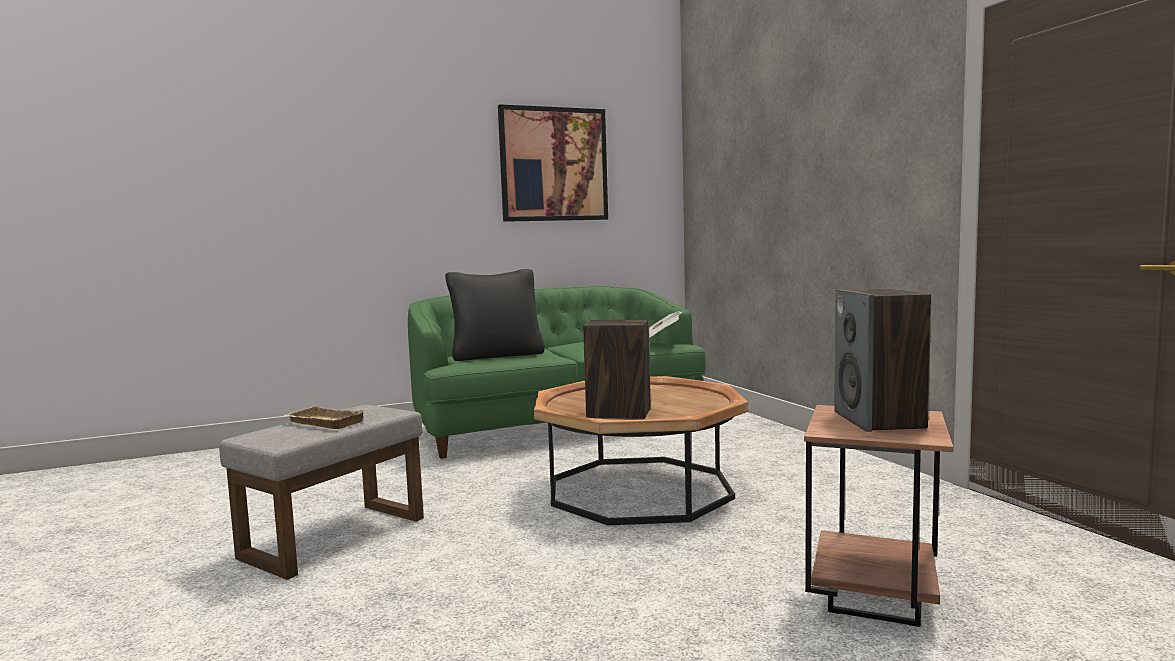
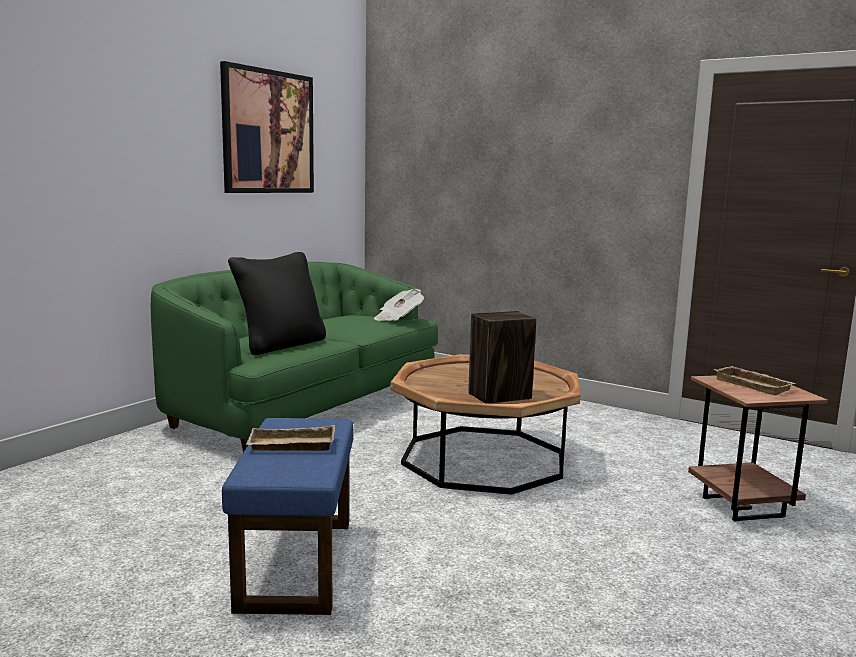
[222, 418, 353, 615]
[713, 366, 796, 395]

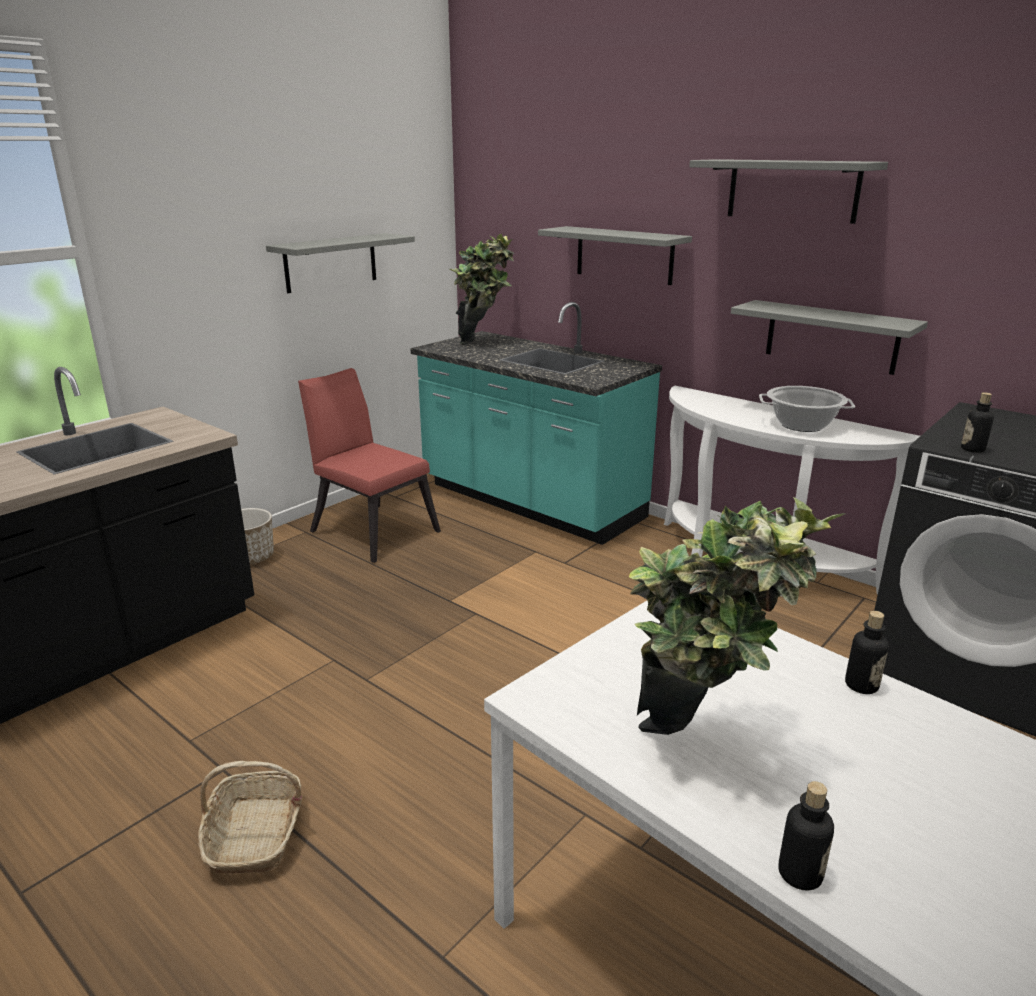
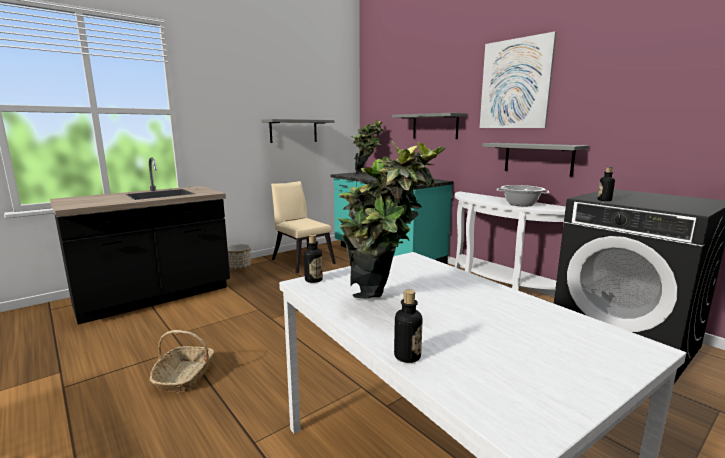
[271, 181, 336, 273]
[480, 31, 556, 128]
[304, 235, 323, 283]

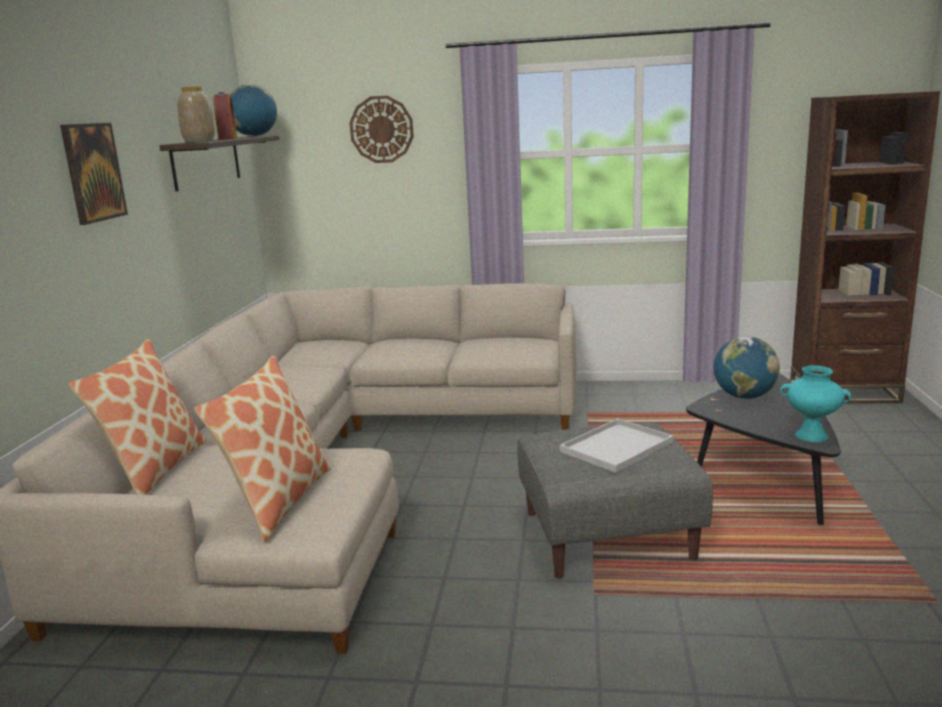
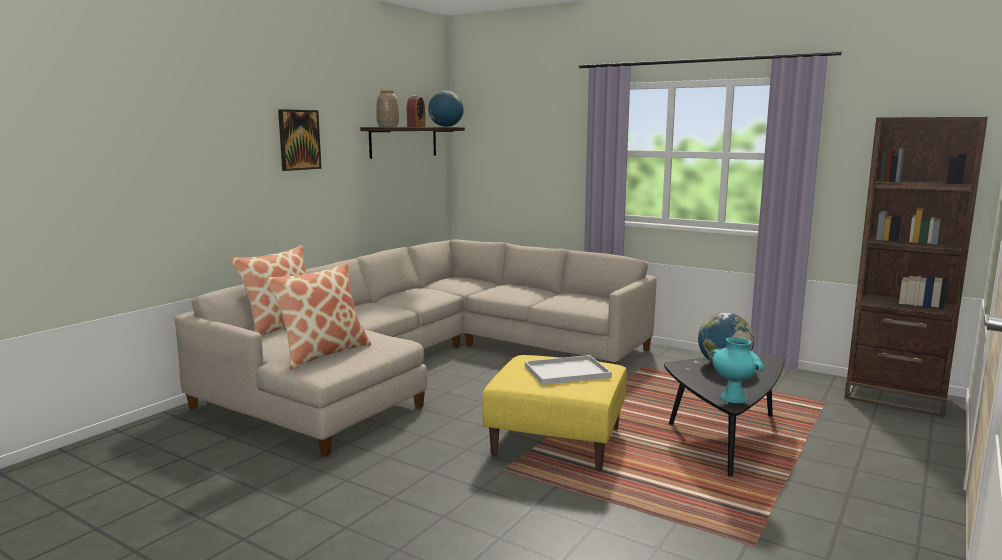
[349, 96, 414, 163] (first image)
[482, 355, 627, 471]

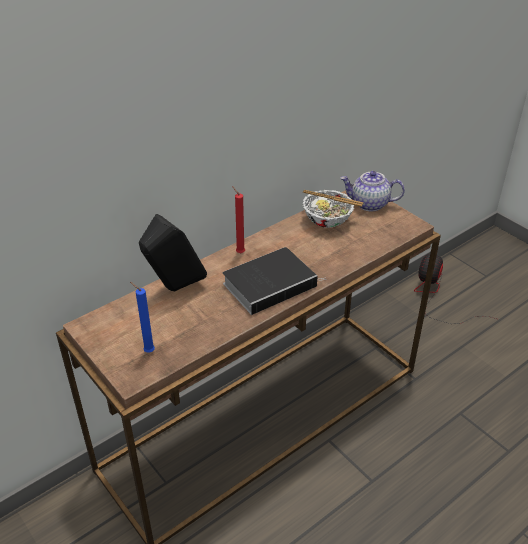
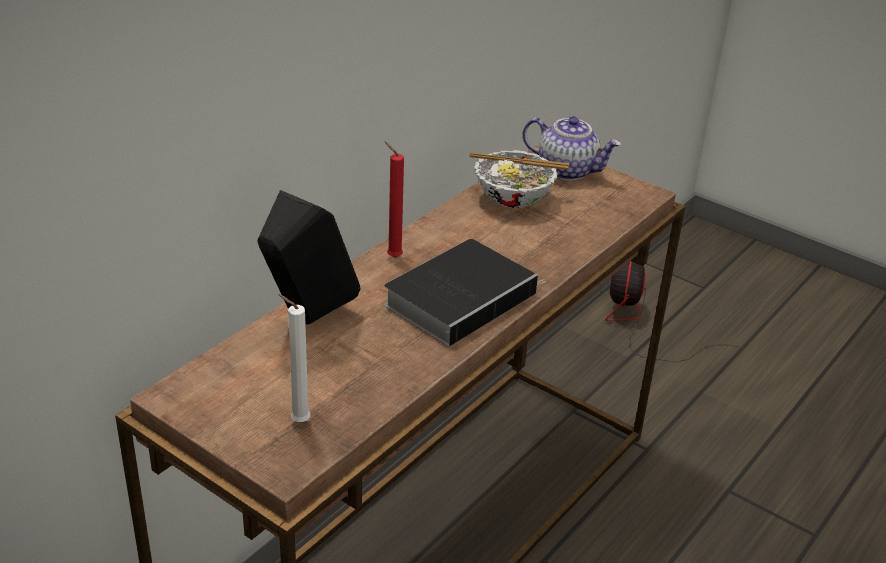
[278, 294, 310, 422]
[523, 116, 621, 181]

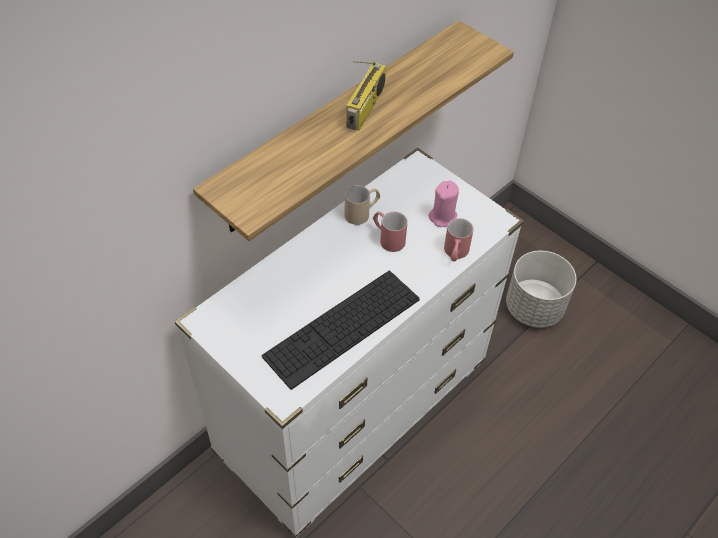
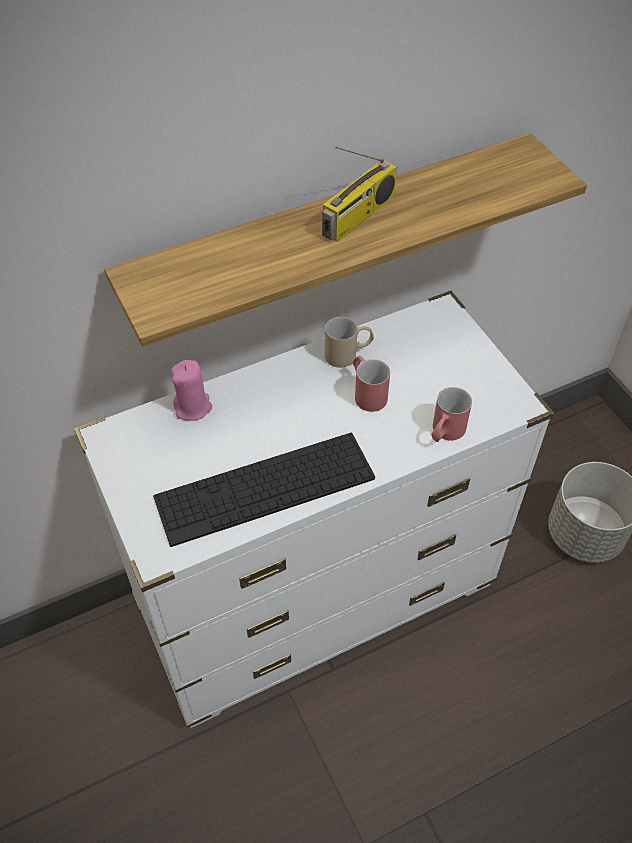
[171, 360, 212, 421]

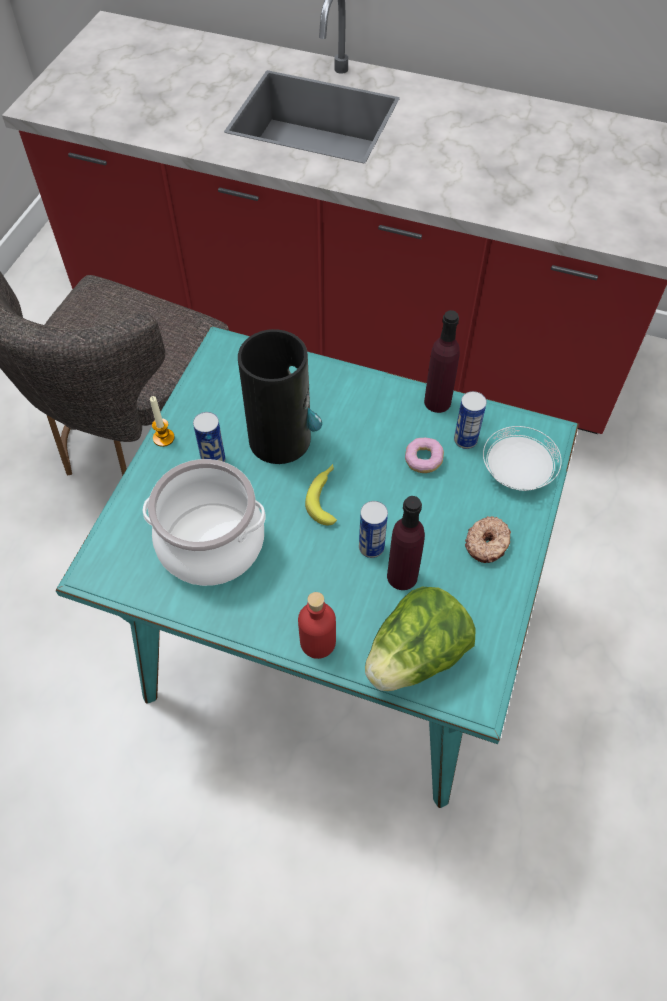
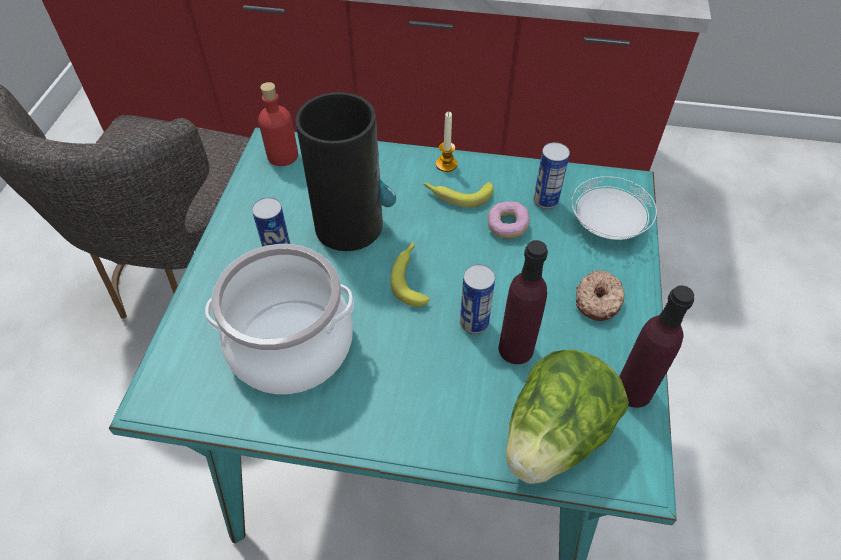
[436, 112, 458, 172]
[258, 82, 298, 166]
[619, 285, 694, 408]
[423, 182, 494, 208]

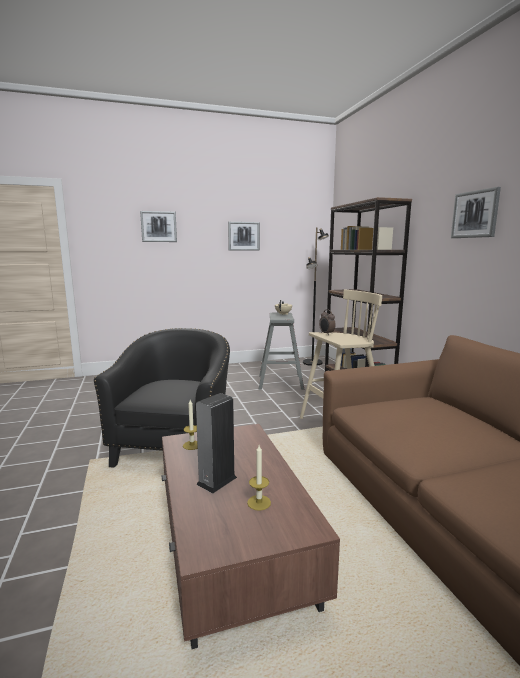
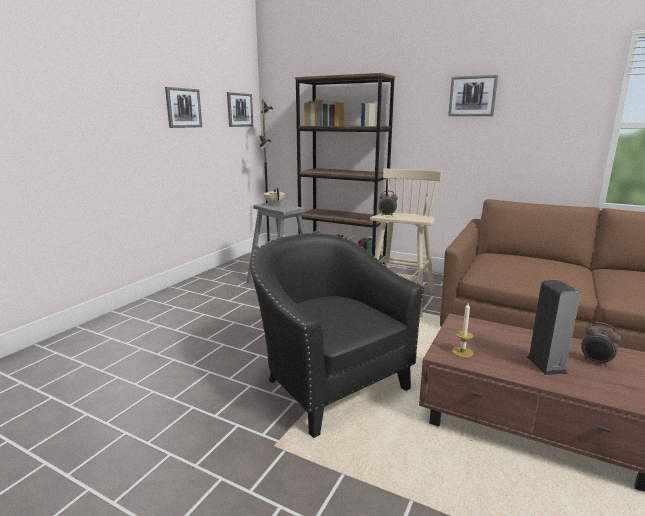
[227, 92, 253, 127]
[581, 322, 621, 367]

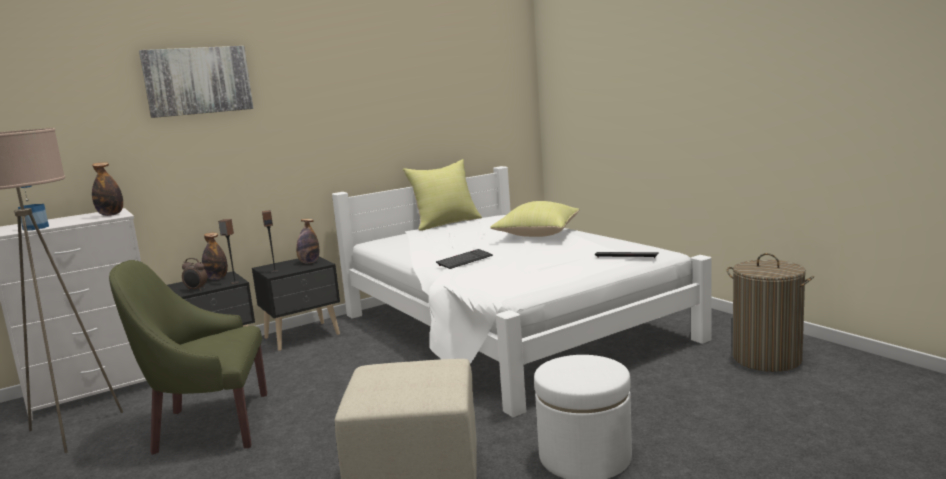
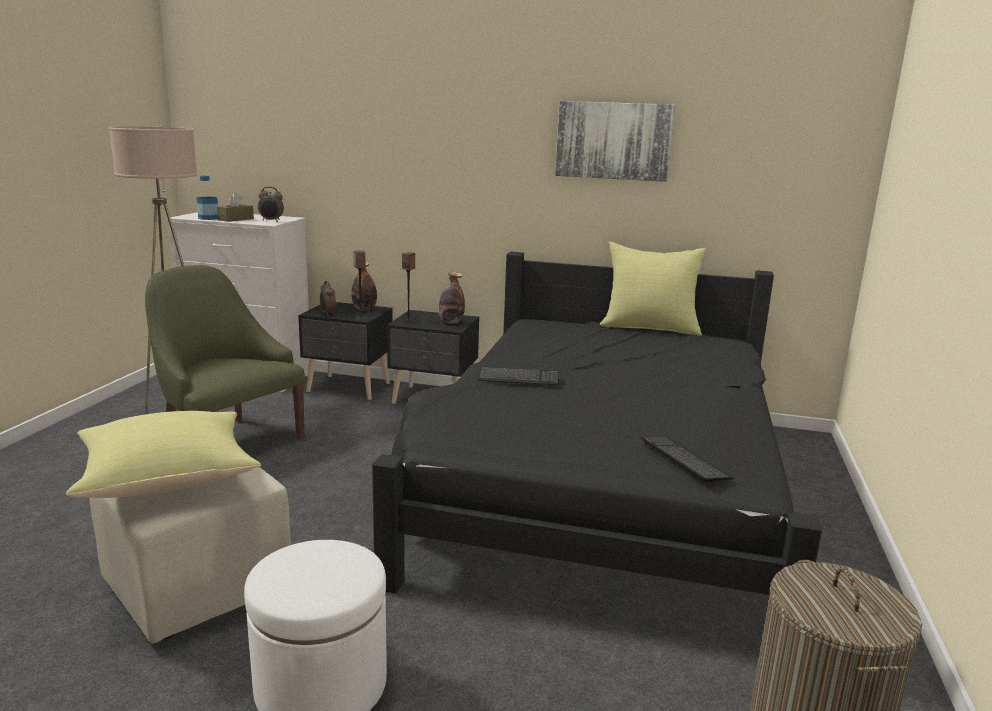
[258, 187, 284, 222]
[555, 101, 675, 182]
[372, 251, 822, 595]
[66, 411, 261, 498]
[217, 193, 254, 222]

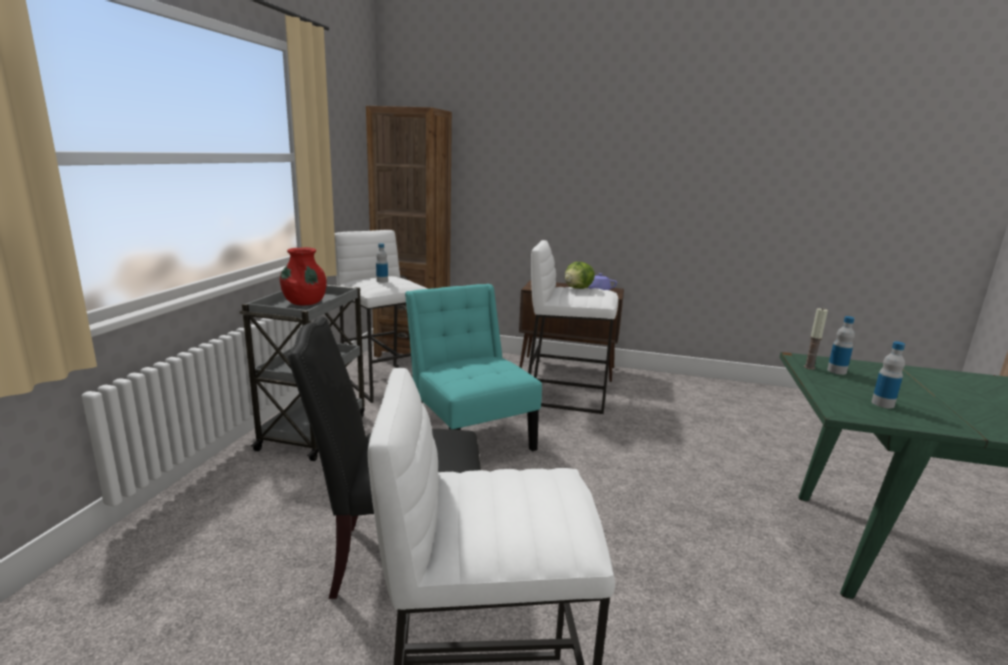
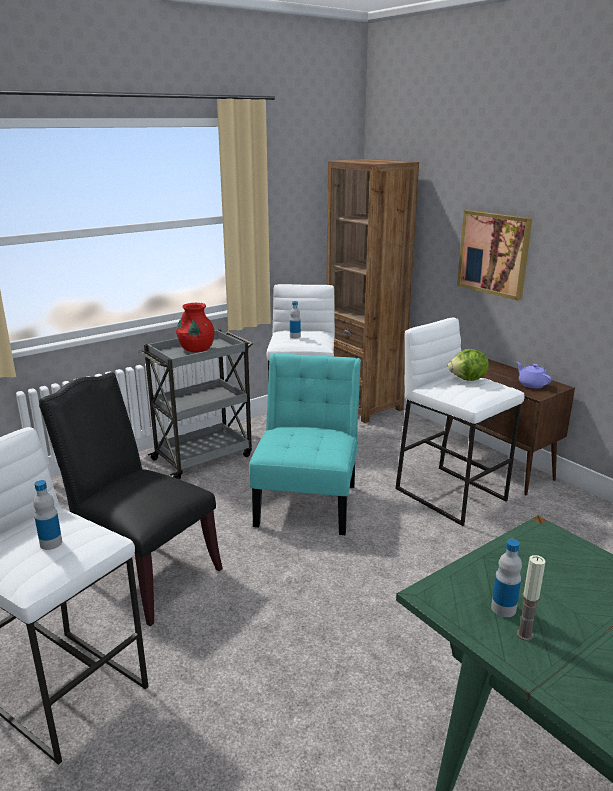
[517, 555, 545, 641]
[33, 480, 62, 550]
[457, 210, 532, 301]

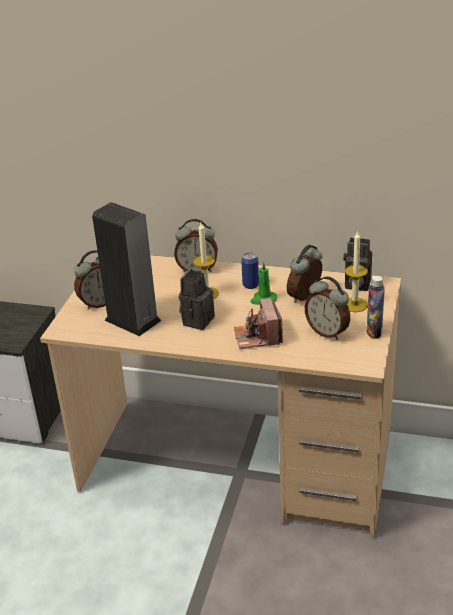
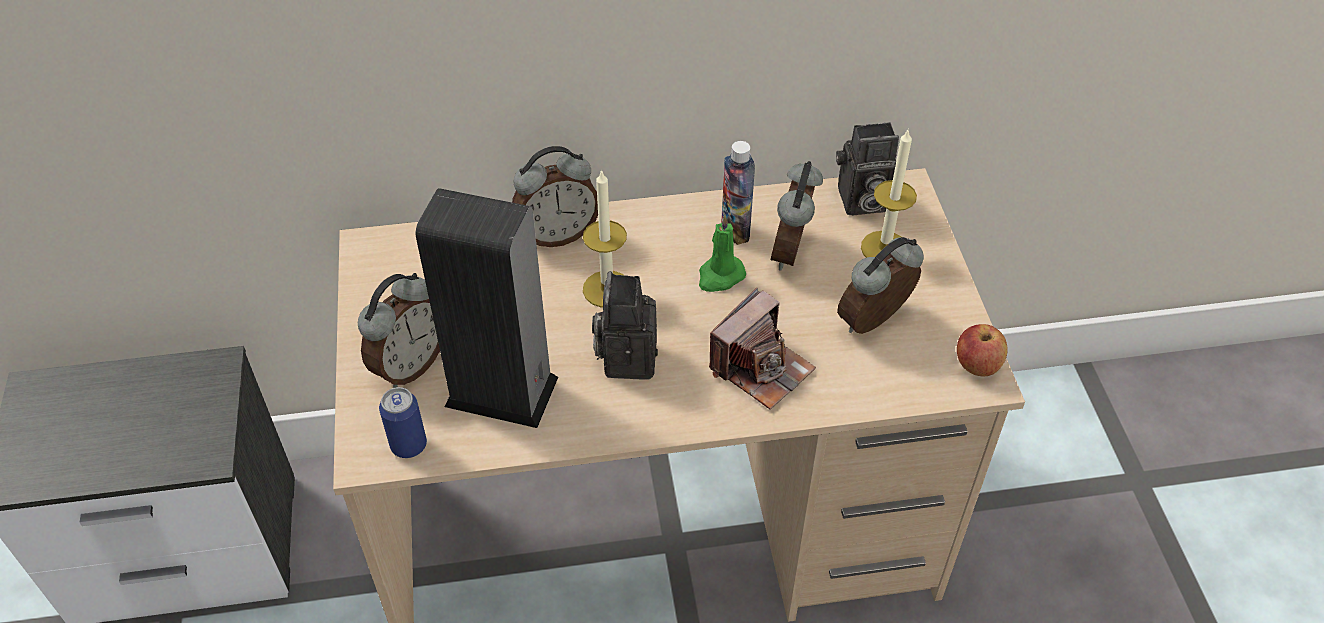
[709, 288, 816, 409]
[379, 387, 427, 458]
[837, 237, 924, 334]
[721, 141, 755, 245]
[957, 324, 1008, 376]

